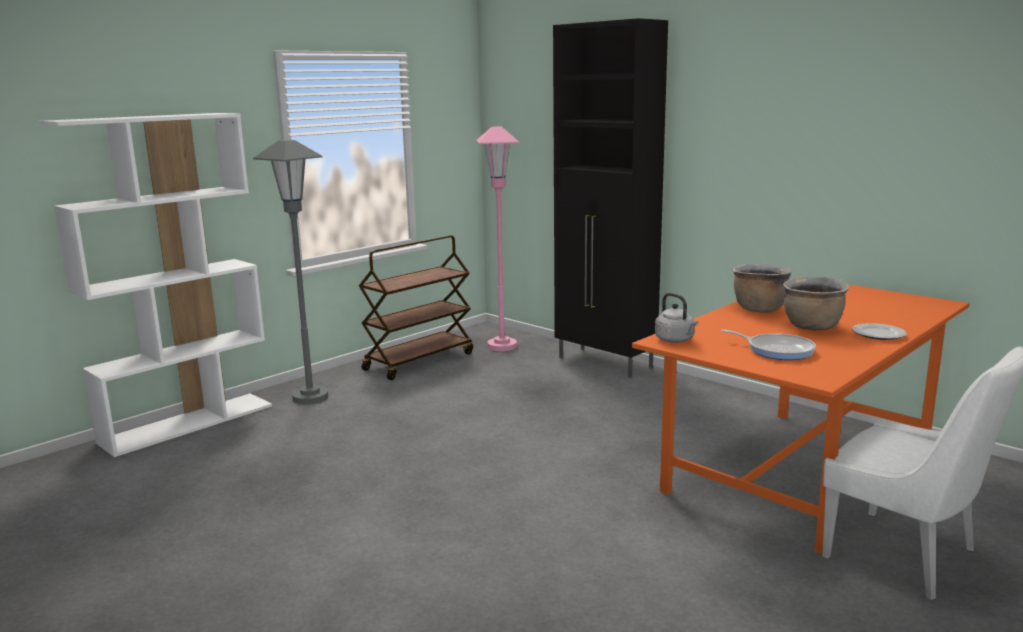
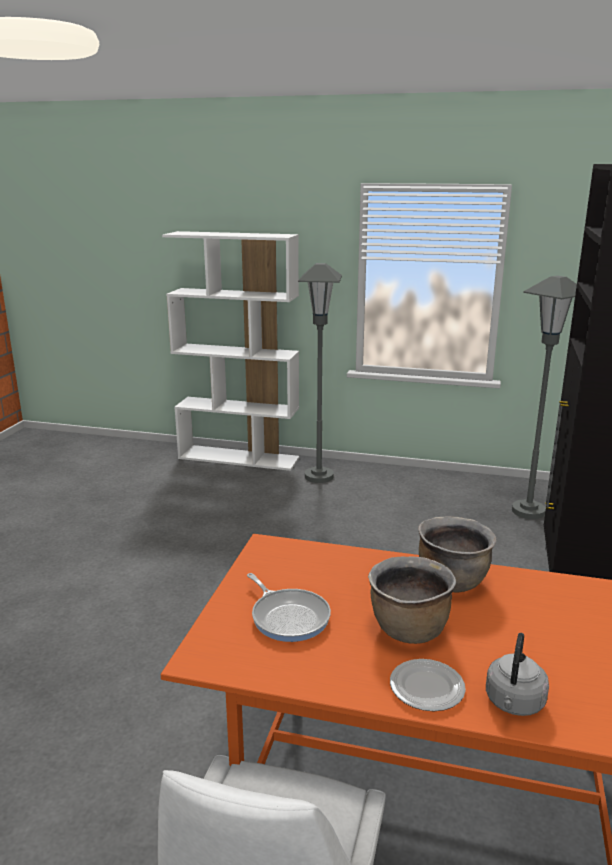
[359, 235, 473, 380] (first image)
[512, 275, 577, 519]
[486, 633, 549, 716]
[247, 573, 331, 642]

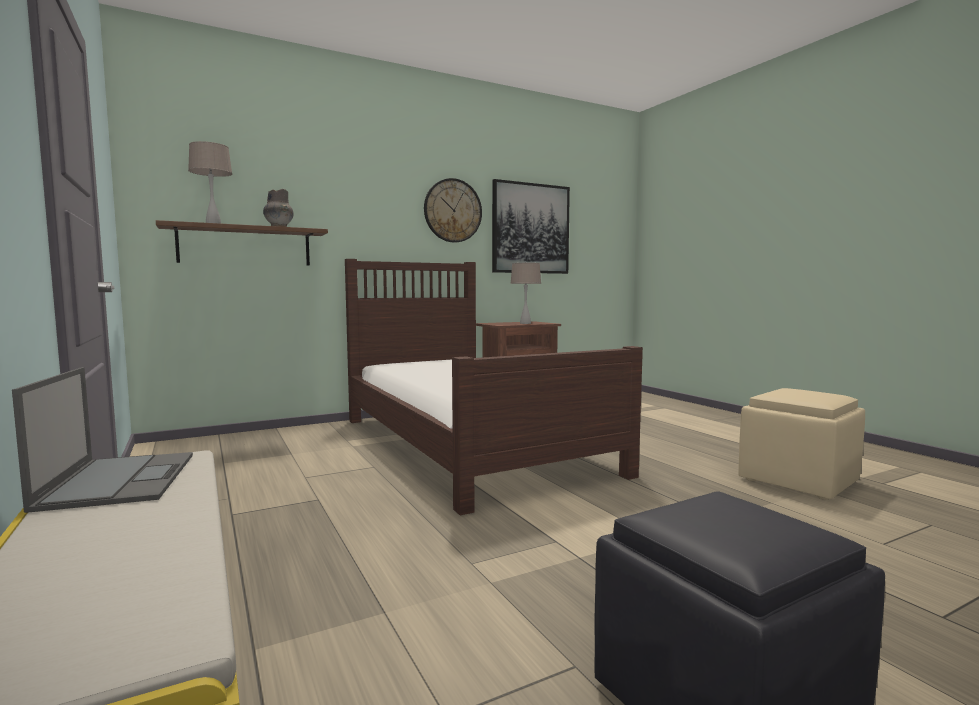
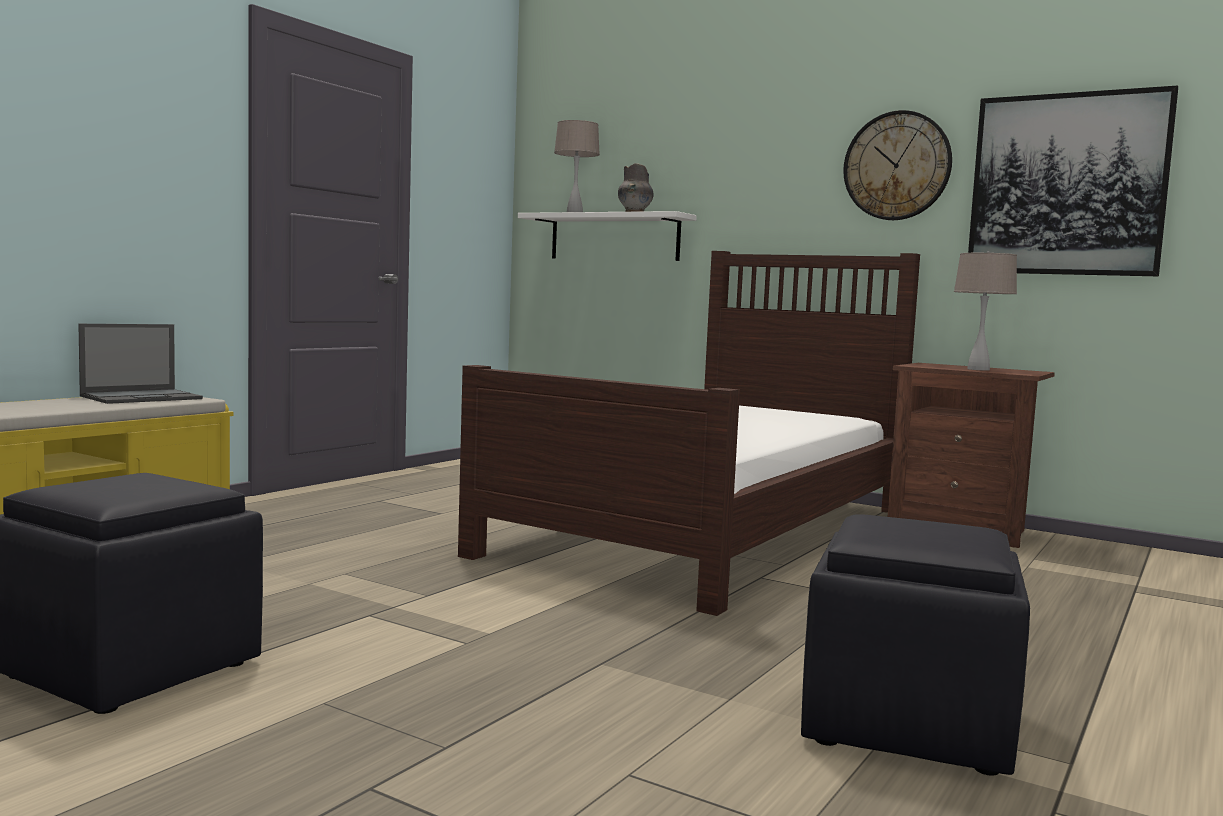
[518, 211, 697, 261]
[801, 514, 1030, 776]

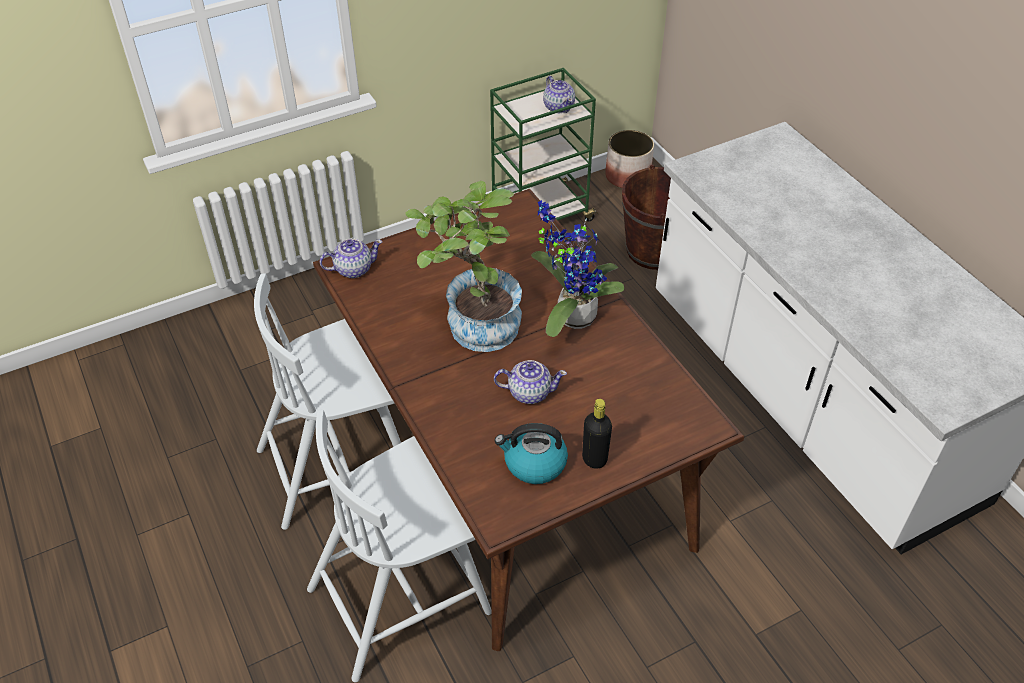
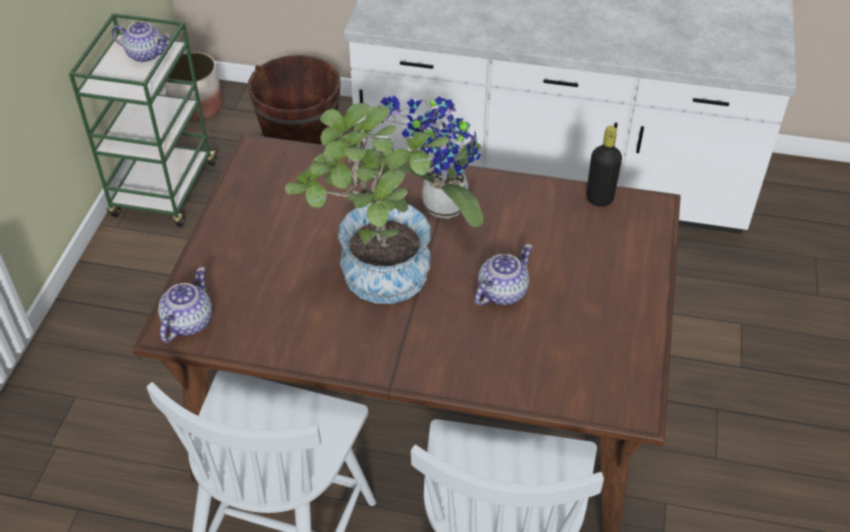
[495, 423, 568, 484] (first image)
[586, 126, 622, 207]

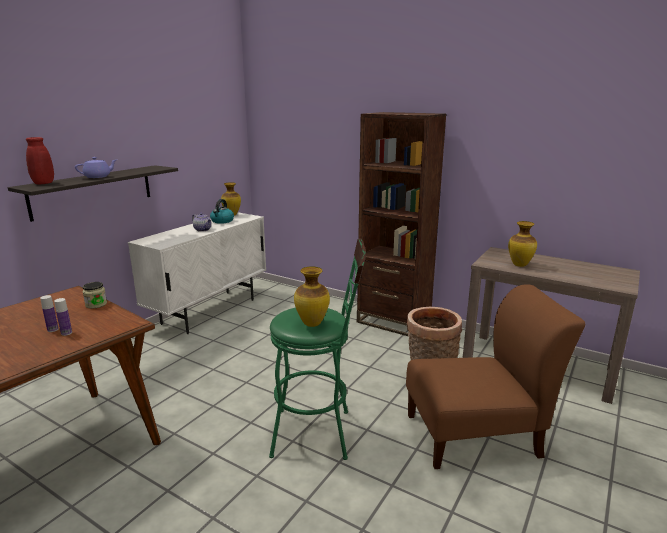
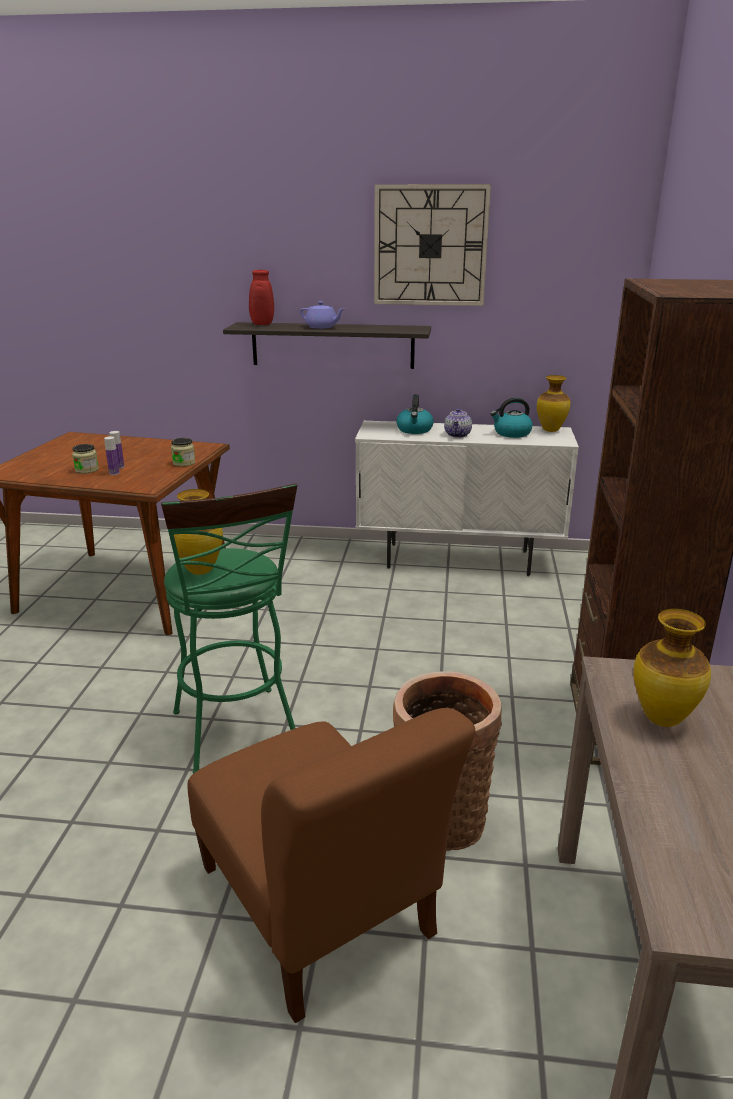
[72, 444, 99, 474]
[374, 184, 491, 306]
[396, 394, 434, 434]

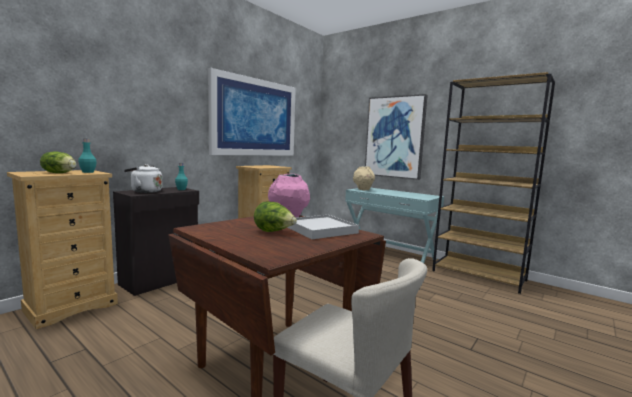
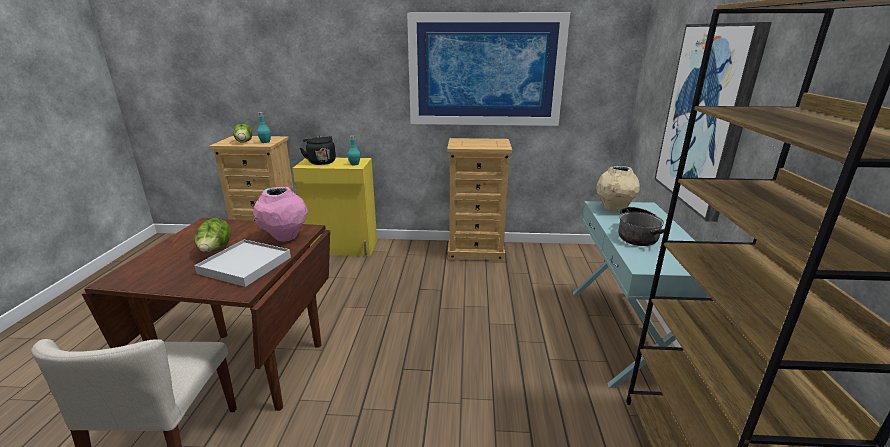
[293, 158, 377, 256]
[300, 136, 336, 165]
[618, 207, 665, 246]

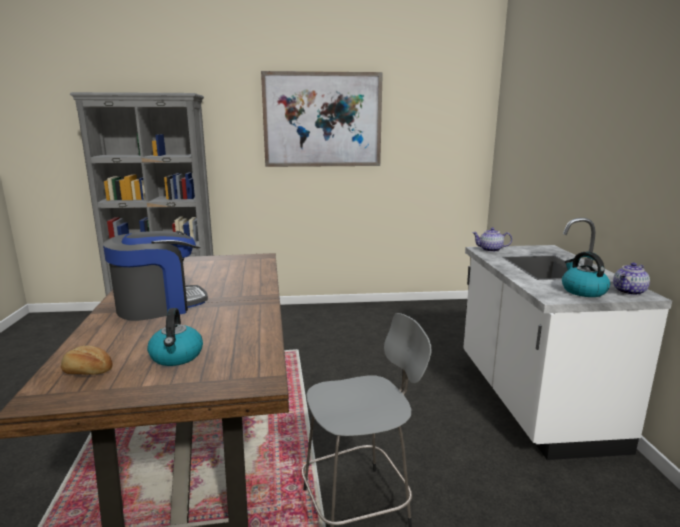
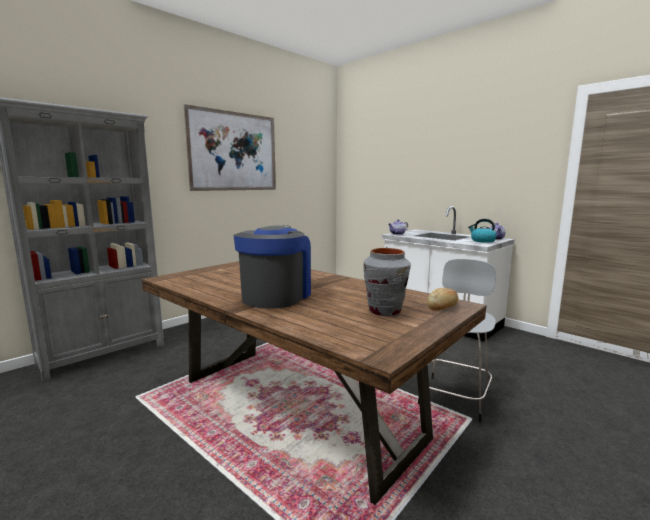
[427, 288, 458, 311]
[363, 248, 411, 316]

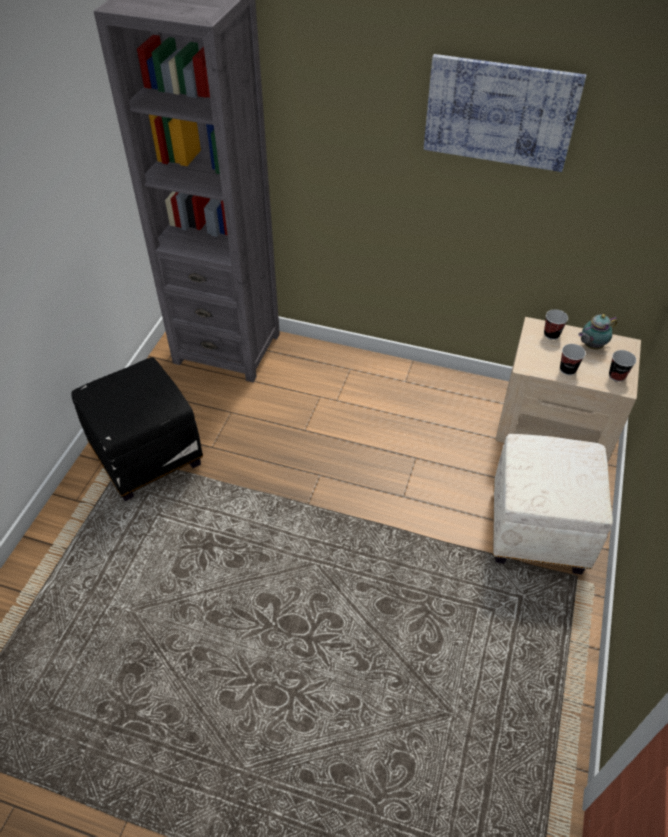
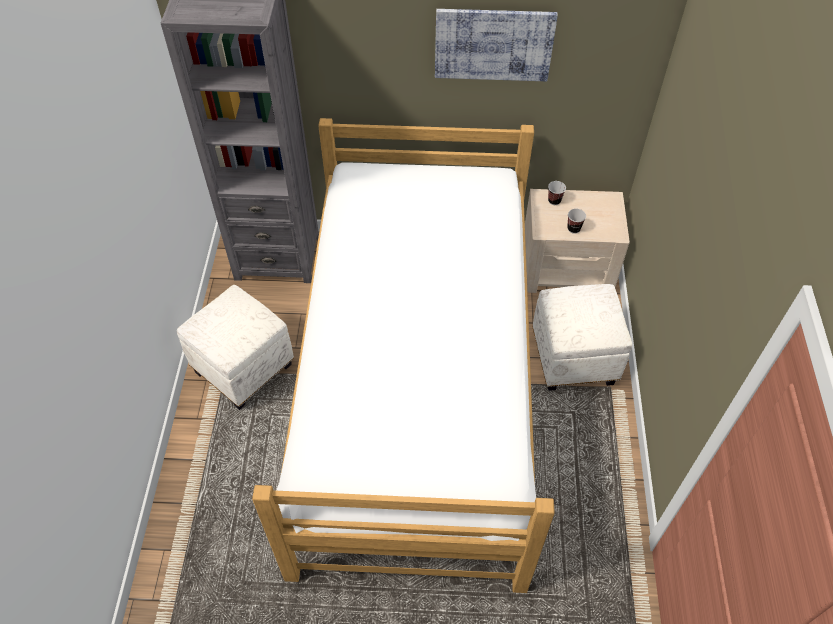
[177, 285, 294, 410]
[578, 314, 617, 350] (first image)
[609, 350, 636, 382] (first image)
[252, 118, 555, 593]

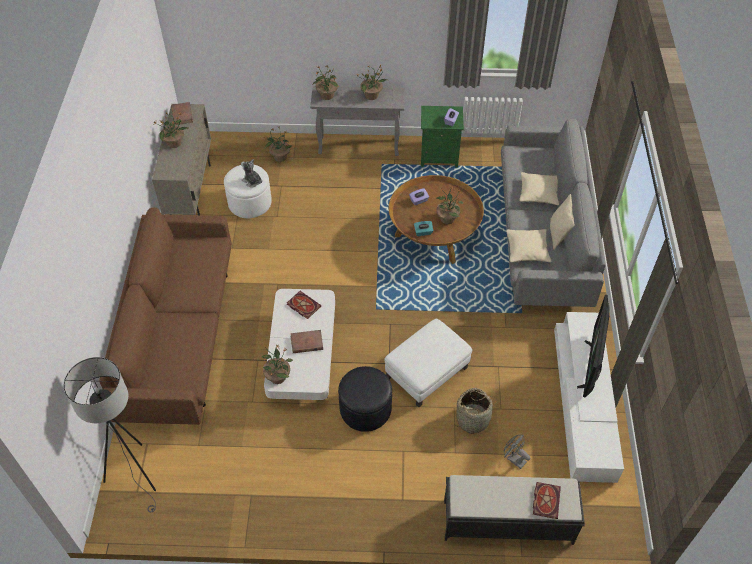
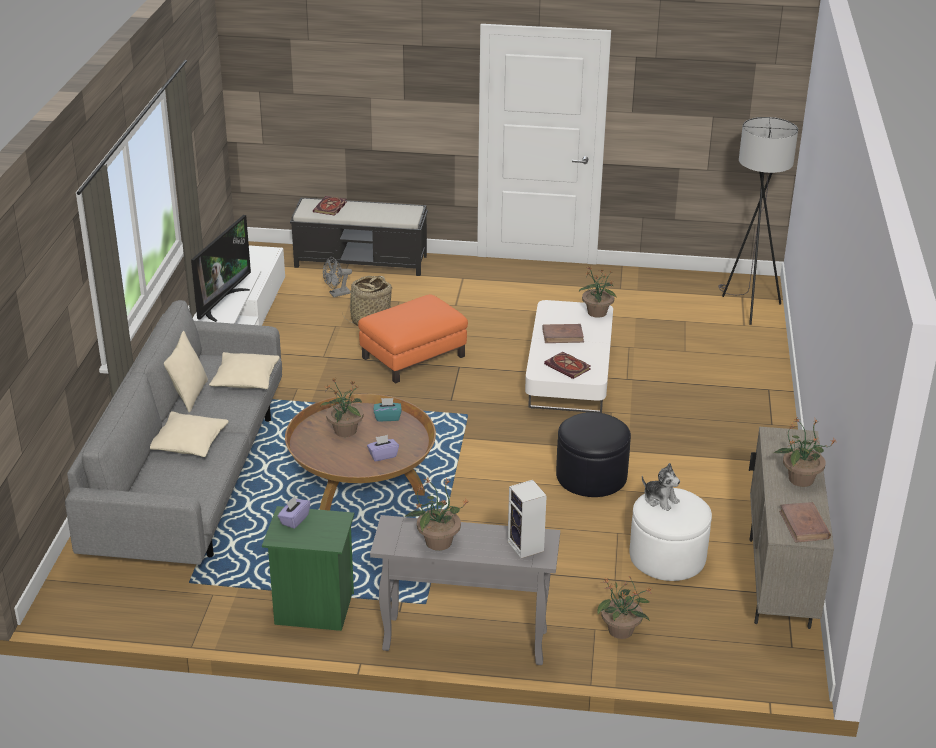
[99, 207, 232, 425] (first image)
[508, 480, 547, 558]
[556, 412, 631, 497]
[358, 294, 468, 384]
[323, 257, 352, 297]

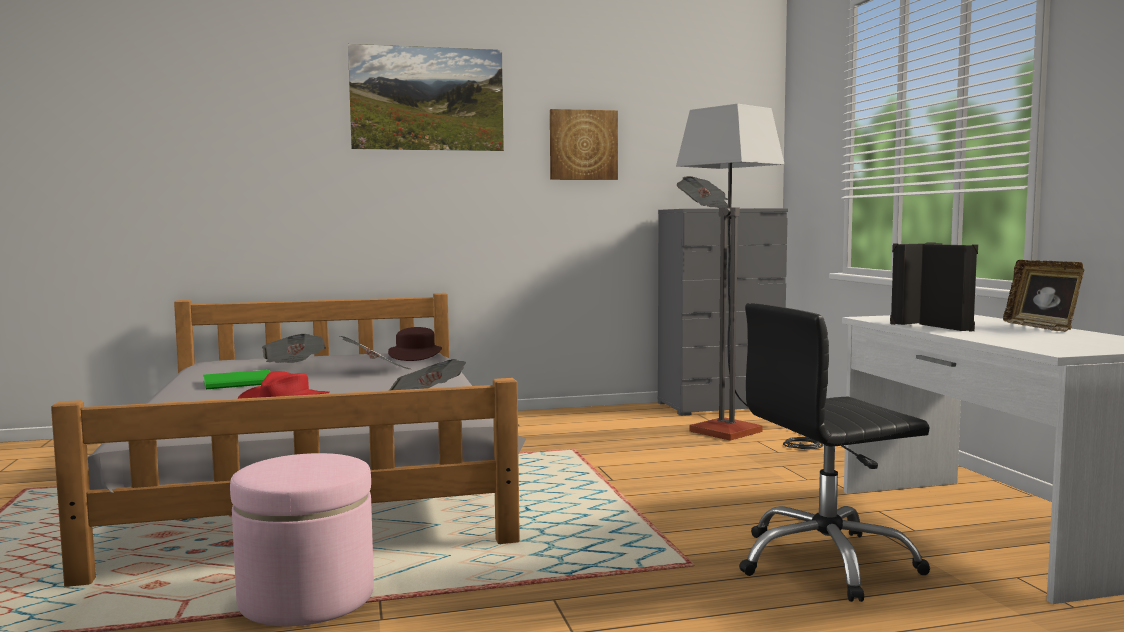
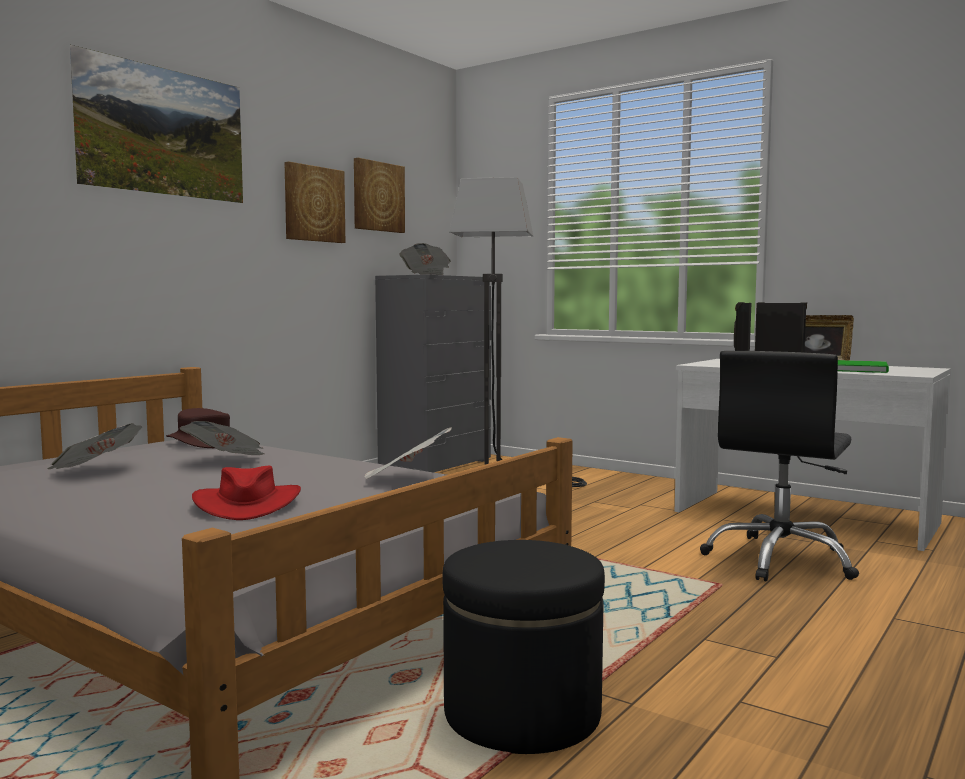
[838, 360, 889, 373]
[442, 540, 605, 754]
[354, 158, 405, 233]

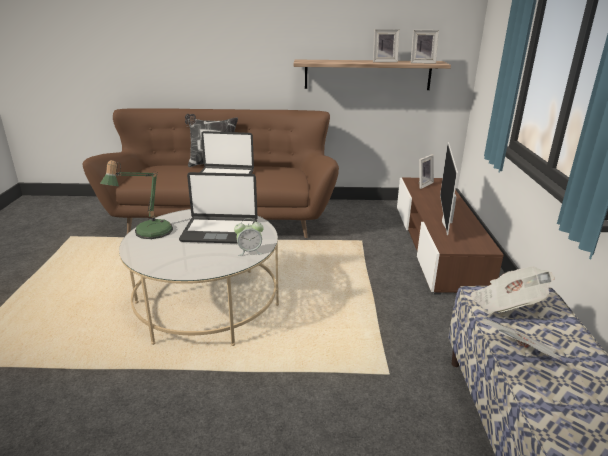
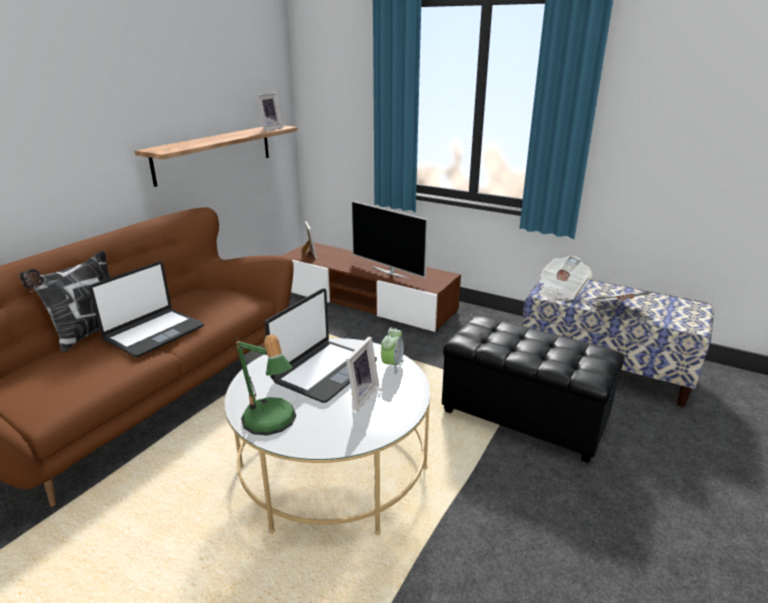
[346, 337, 379, 411]
[442, 315, 624, 463]

